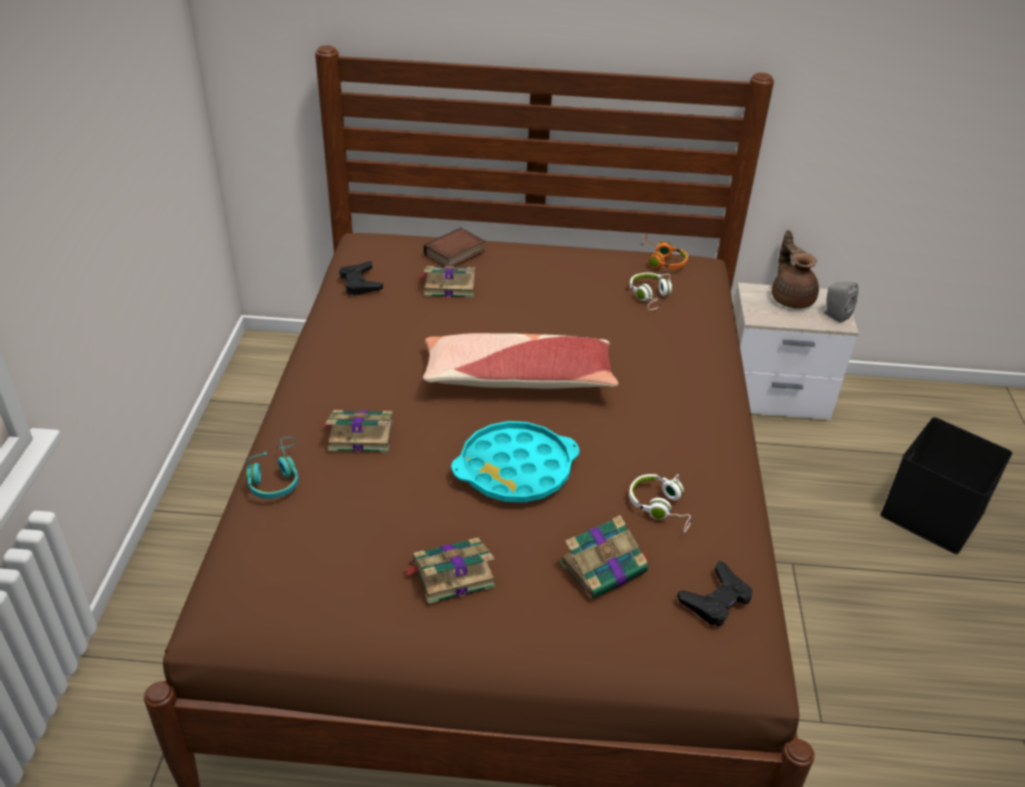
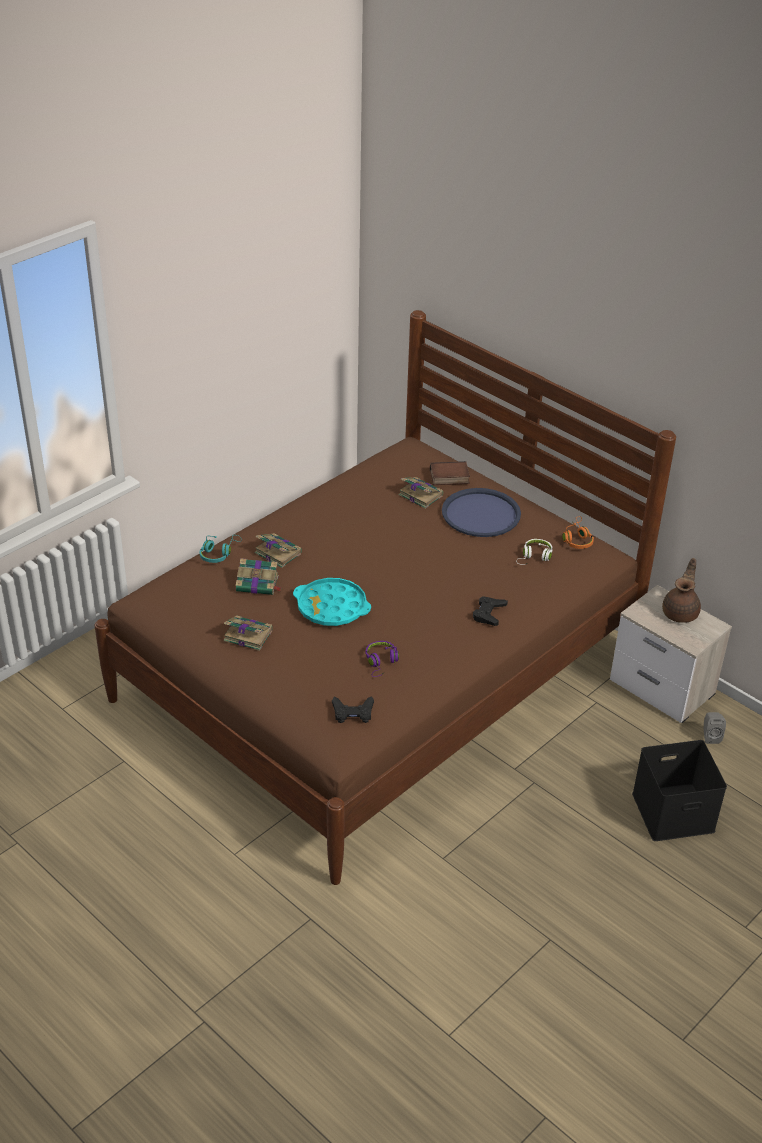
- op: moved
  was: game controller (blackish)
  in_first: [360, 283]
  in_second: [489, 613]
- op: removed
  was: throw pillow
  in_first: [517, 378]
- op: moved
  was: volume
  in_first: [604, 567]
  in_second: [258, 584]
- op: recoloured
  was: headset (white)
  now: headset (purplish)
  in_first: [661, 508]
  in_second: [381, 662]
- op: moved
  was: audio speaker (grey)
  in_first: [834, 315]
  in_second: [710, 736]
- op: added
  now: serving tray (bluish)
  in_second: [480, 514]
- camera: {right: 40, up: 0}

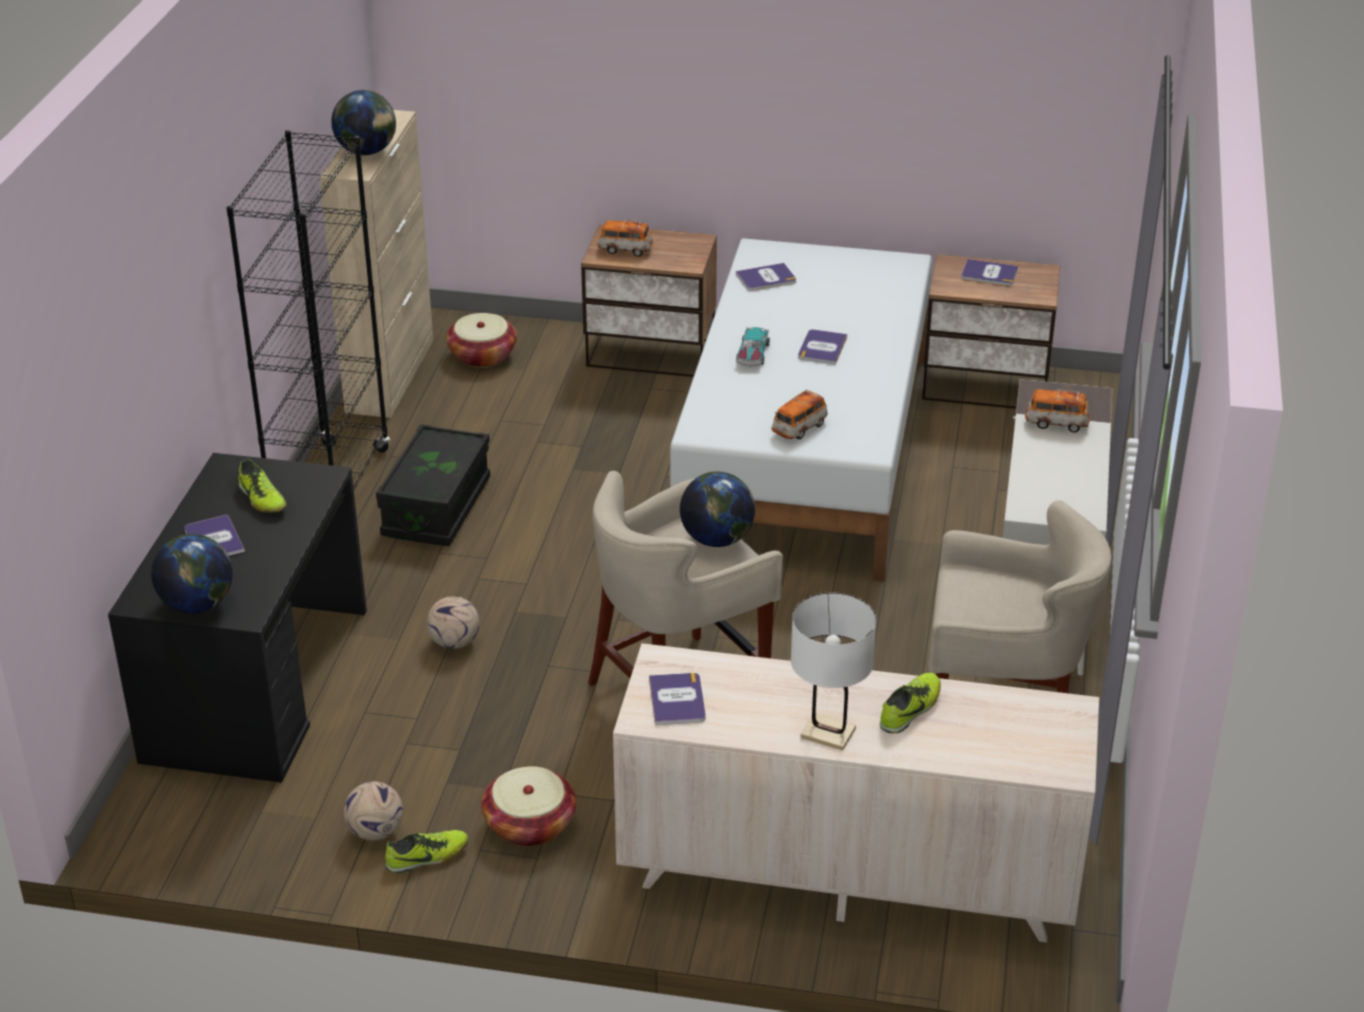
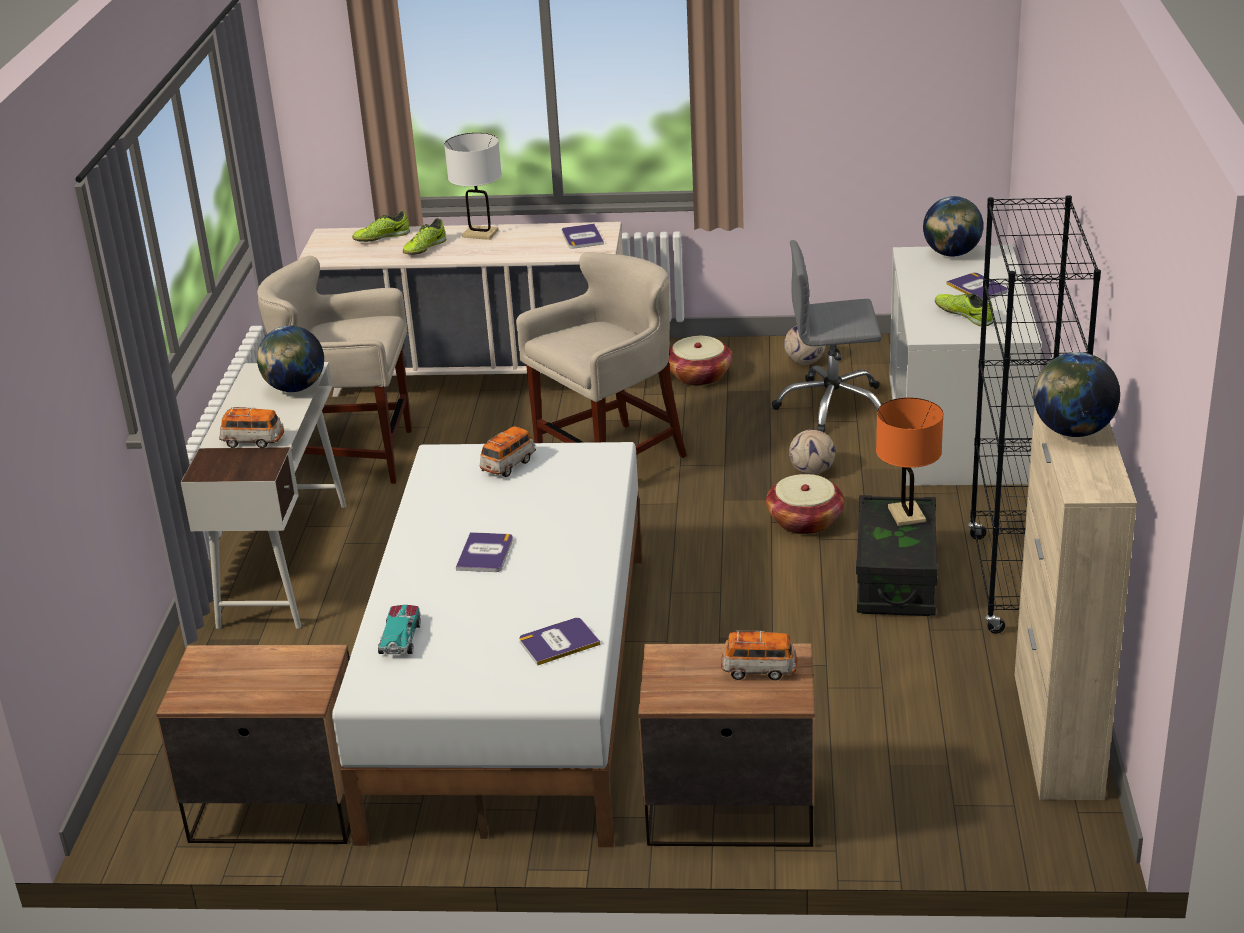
- op: recoloured
  was: desk unit (blackish)
  now: desk unit (white)
  in_first: [256, 683]
  in_second: [956, 428]
- op: moved
  was: item of footwear
  in_first: [427, 857]
  in_second: [381, 237]
- op: moved
  was: storage basket
  in_first: [482, 356]
  in_second: [805, 521]
- op: moved
  was: world globe
  in_first: [717, 540]
  in_second: [295, 388]
- op: moved
  was: toy car
  in_first: [752, 354]
  in_second: [400, 638]
- op: removed
  was: volume
  in_first: [989, 274]
- op: added
  now: office chair (grey)
  in_second: [832, 405]
- op: added
  now: lamp for a table (orange-coloured)
  in_second: [906, 515]
- camera: {right: 175, up: -5}

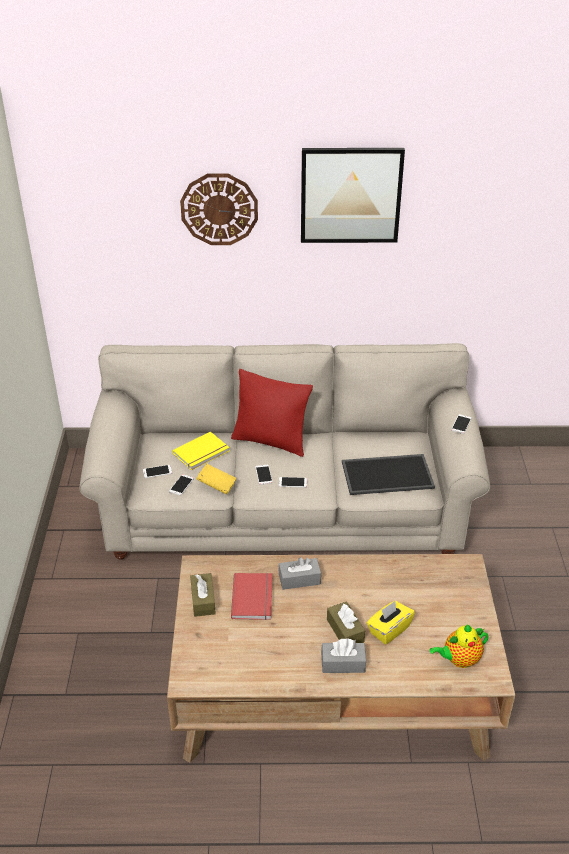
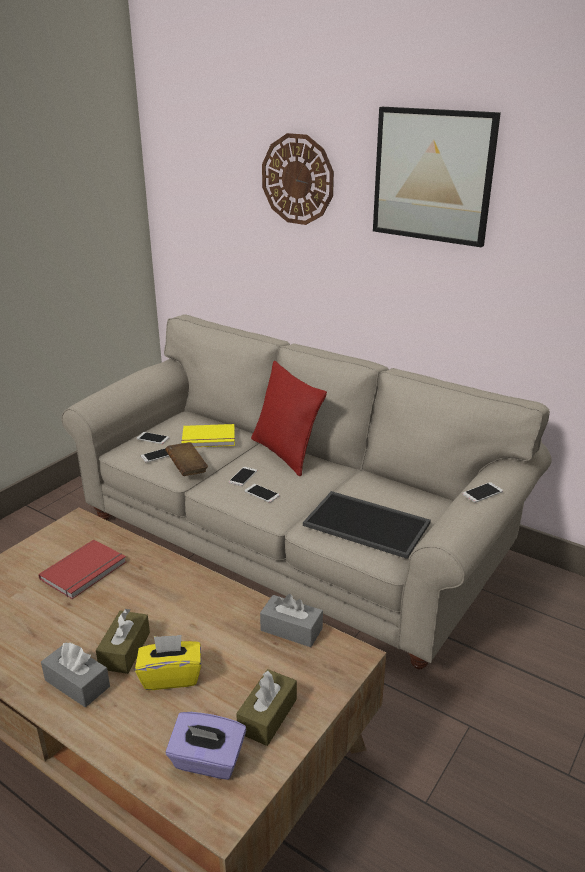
- op: moved
  was: box of tissues (brownish)
  in_first: [203, 600]
  in_second: [267, 716]
- op: recoloured
  was: volume (yellow-coloured)
  now: volume (brownish)
  in_first: [216, 486]
  in_second: [187, 468]
- op: moved
  was: box of tissues (grey)
  in_first: [299, 579]
  in_second: [291, 629]
- op: replaced
  was: pot for tea
  now: box of tissues (purplish)
  in_first: [459, 659]
  in_second: [207, 761]
- camera: {right: 35, up: -10}

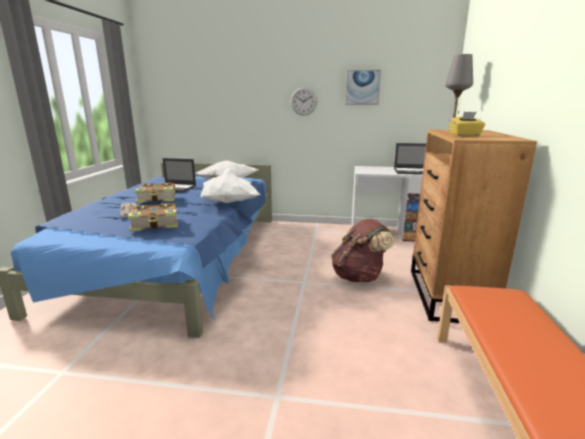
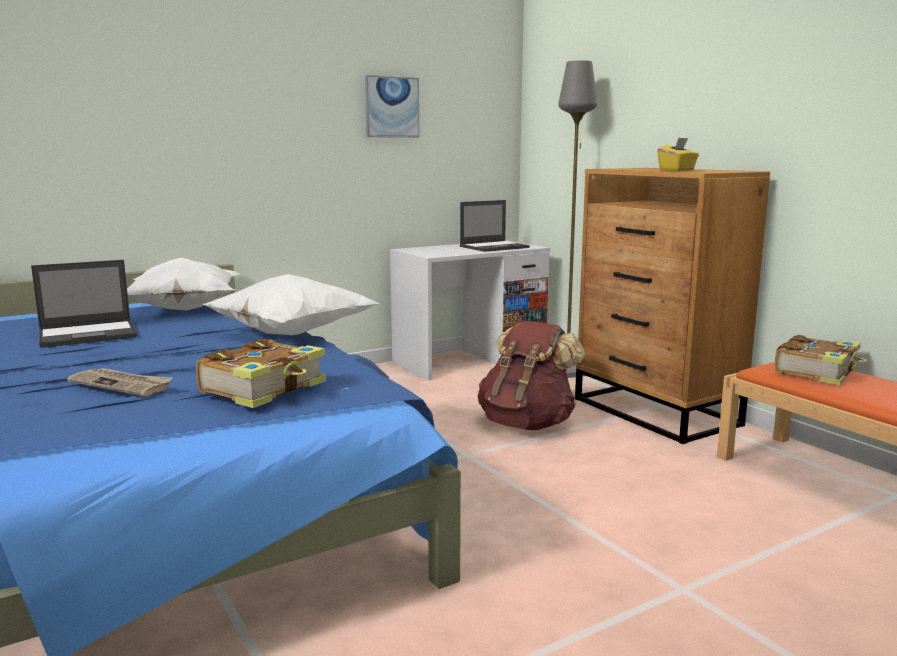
- op: moved
  was: volume
  in_first: [157, 198]
  in_second: [817, 372]
- op: removed
  was: wall clock
  in_first: [303, 101]
- camera: {right: -40, up: -5}

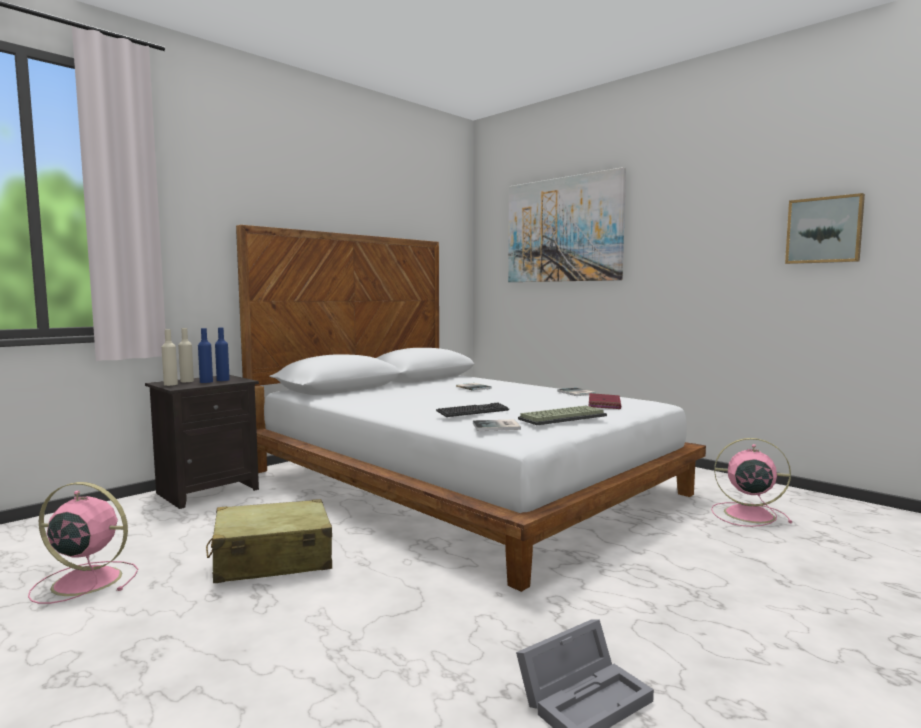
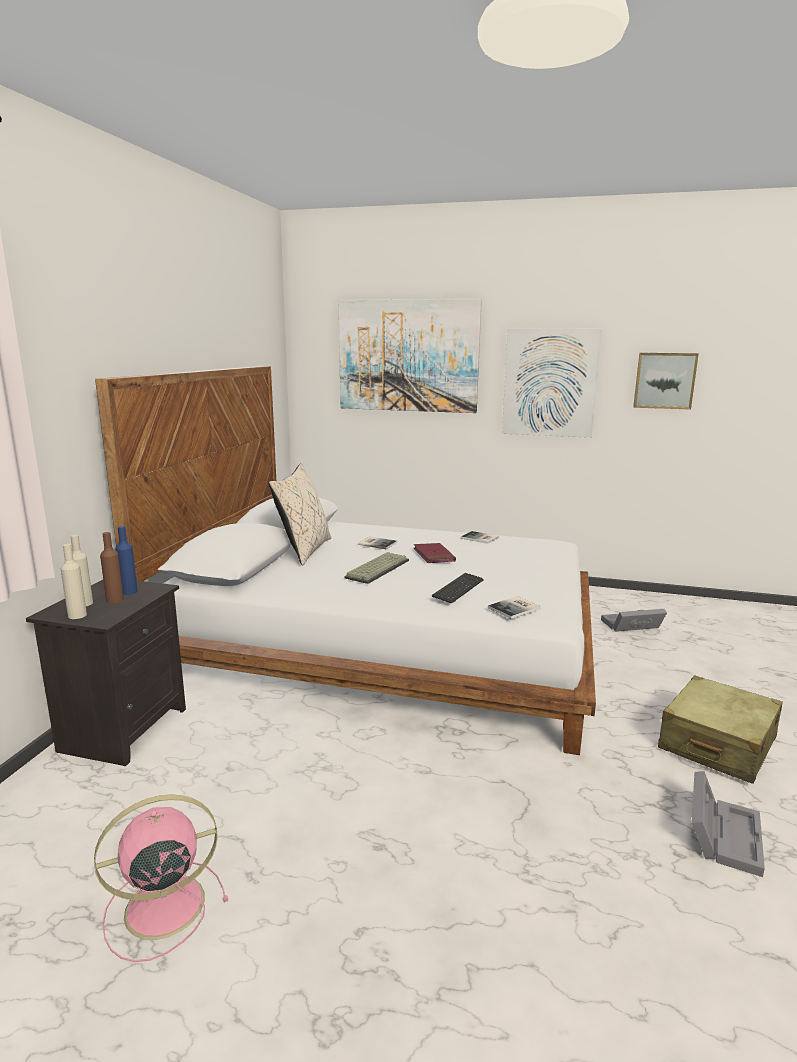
- op: recoloured
  was: bottle (bluish)
  now: bottle (brownish)
  in_first: [206, 382]
  in_second: [115, 600]
- op: moved
  was: suitcase (beige-coloured)
  in_first: [272, 559]
  in_second: [717, 744]
- op: moved
  was: computer keyboard
  in_first: [562, 417]
  in_second: [377, 568]
- op: moved
  was: volume (red)
  in_first: [604, 404]
  in_second: [434, 555]
- op: replaced
  was: fan (pink)
  now: storage container (grey)
  in_first: [746, 514]
  in_second: [630, 626]
- op: added
  now: throw pillow (beige-coloured)
  in_second: [303, 550]
- op: added
  now: wall art
  in_second: [550, 383]
- camera: {right: -30, up: 10}

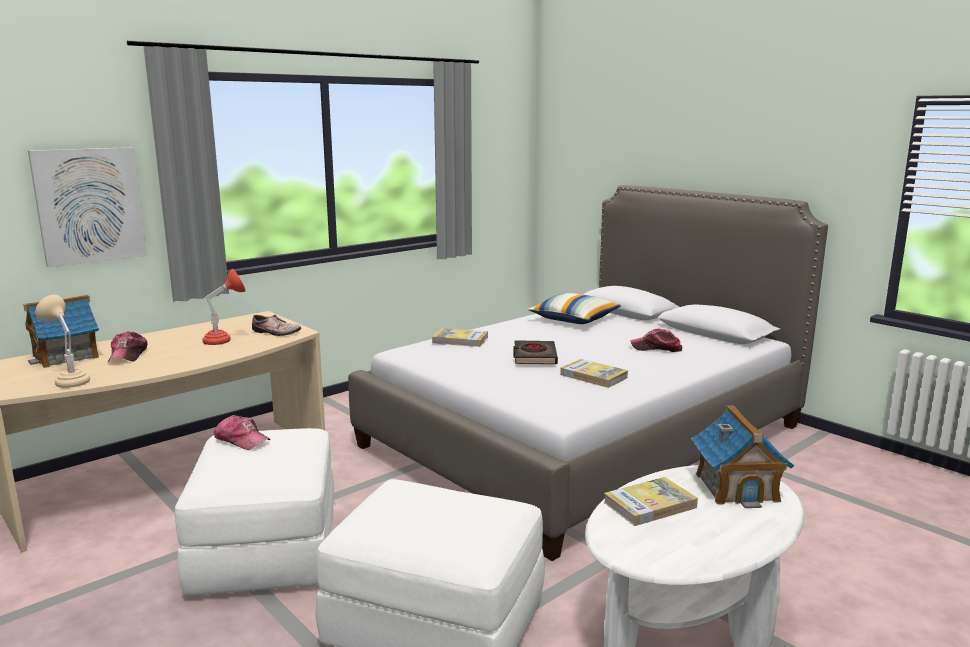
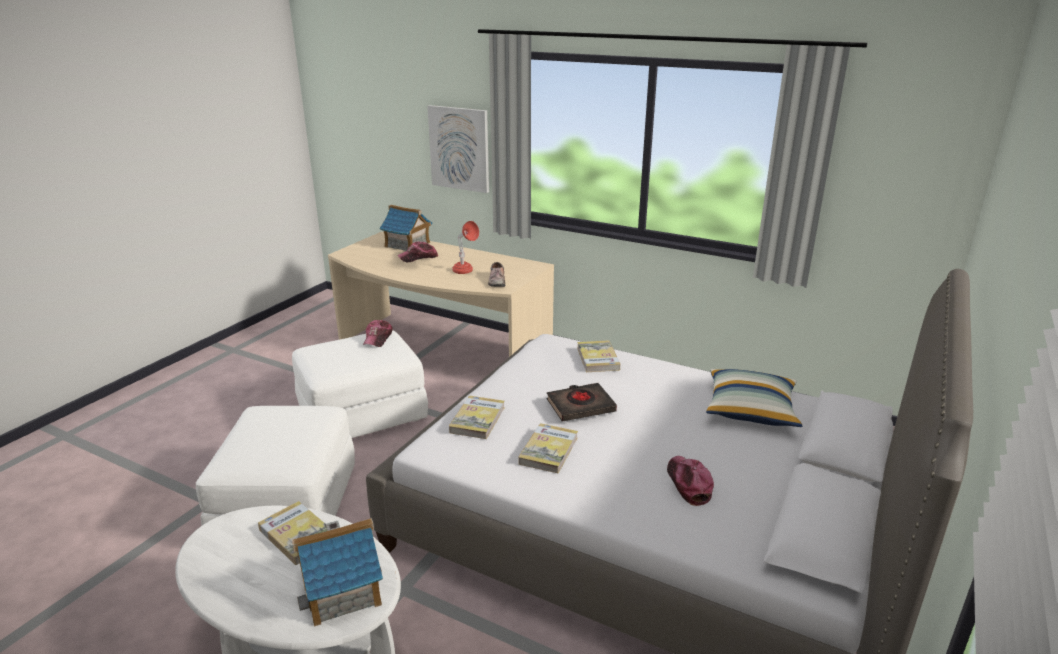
- op: removed
  was: lamp for a table (beige-coloured)
  in_first: [69, 380]
- op: added
  now: volume
  in_second: [477, 419]
- camera: {right: 70, up: 10}

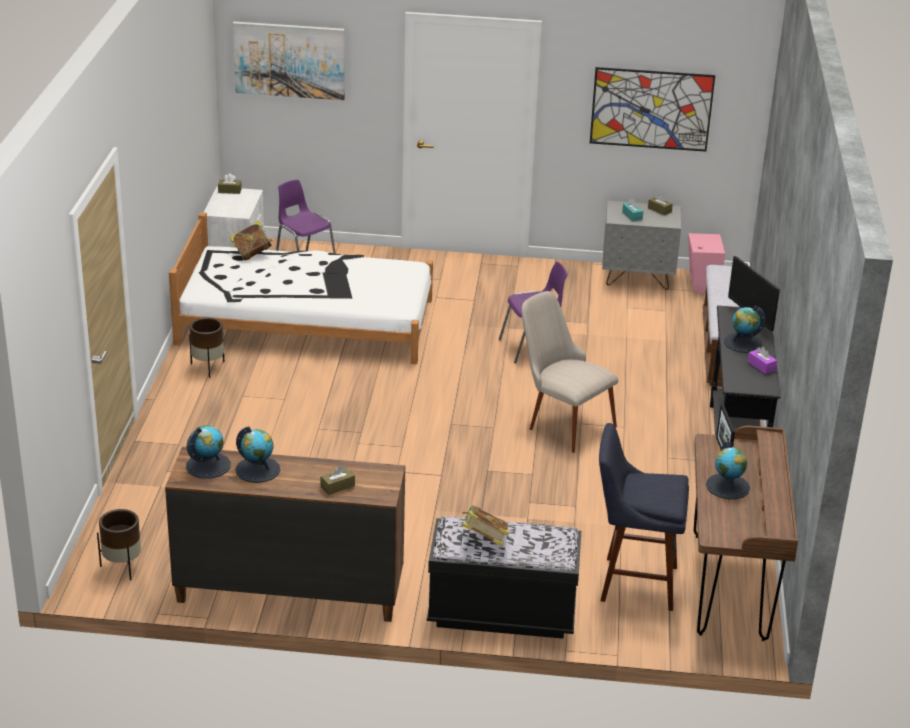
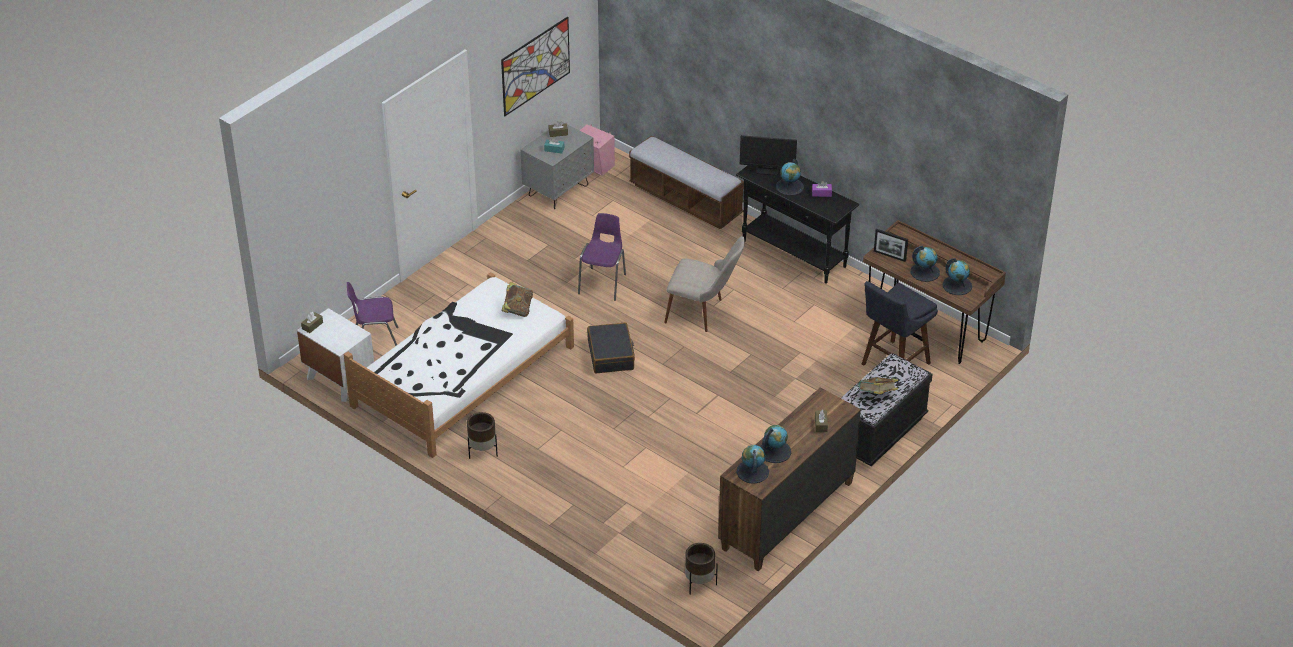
- op: moved
  was: volume
  in_first: [252, 254]
  in_second: [517, 309]
- op: removed
  was: wall art
  in_first: [289, 60]
- op: turned
  was: upright chair (beige-coloured)
  in_first: [561, 421]
  in_second: [704, 313]
  clockwise: -150
- op: added
  now: suitcase (blackish)
  in_second: [611, 355]
- op: added
  now: world globe
  in_second: [957, 285]
- camera: {right: -55, up: 10}

